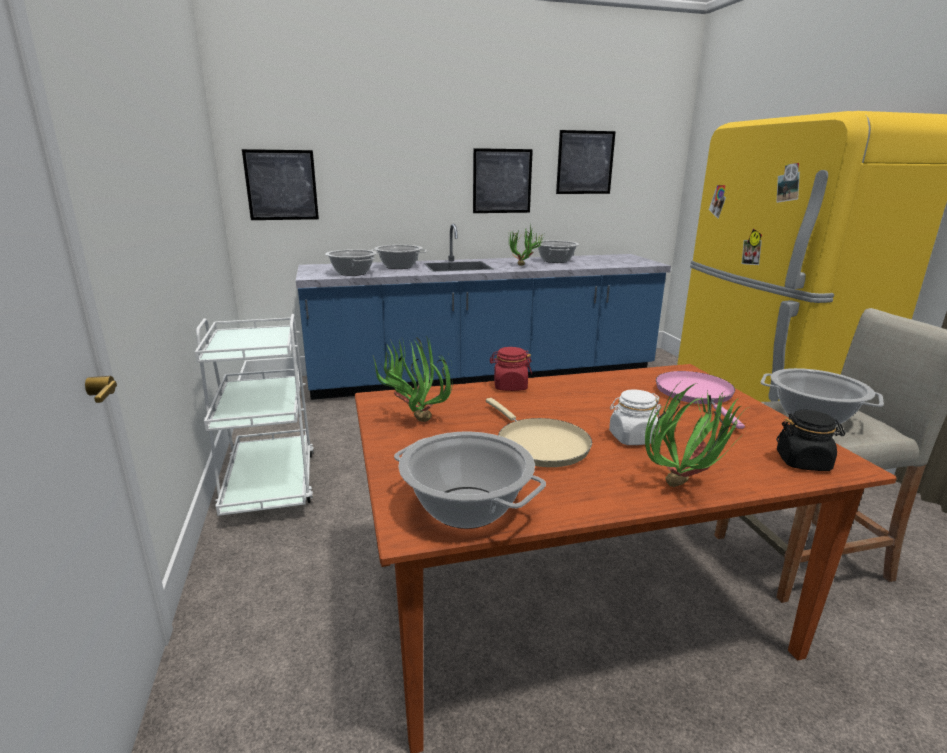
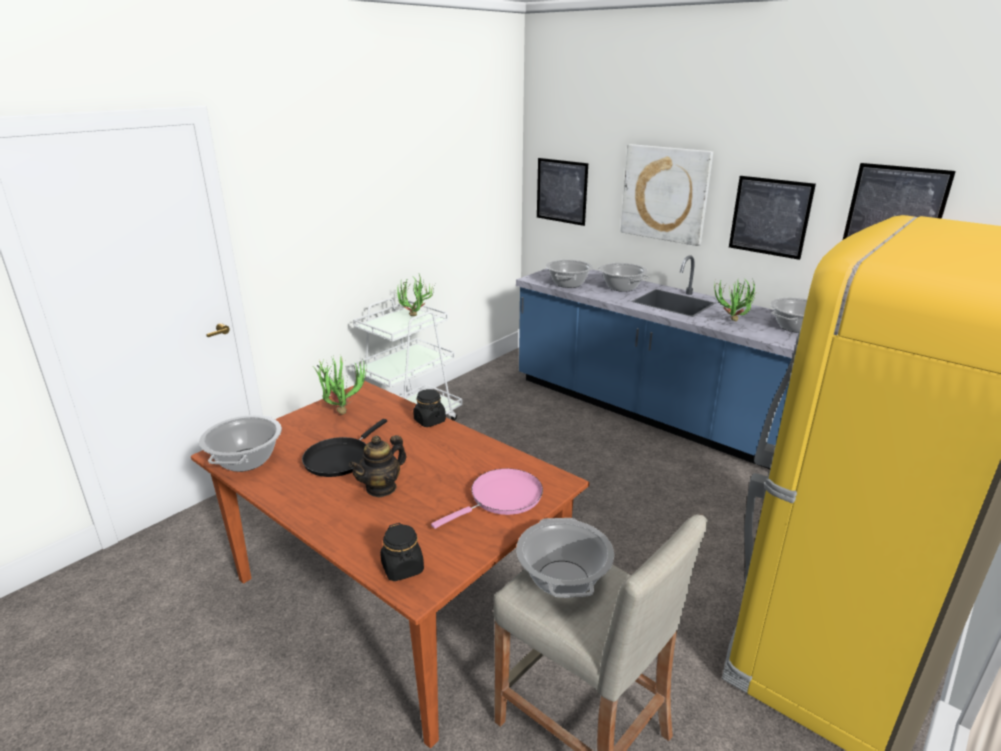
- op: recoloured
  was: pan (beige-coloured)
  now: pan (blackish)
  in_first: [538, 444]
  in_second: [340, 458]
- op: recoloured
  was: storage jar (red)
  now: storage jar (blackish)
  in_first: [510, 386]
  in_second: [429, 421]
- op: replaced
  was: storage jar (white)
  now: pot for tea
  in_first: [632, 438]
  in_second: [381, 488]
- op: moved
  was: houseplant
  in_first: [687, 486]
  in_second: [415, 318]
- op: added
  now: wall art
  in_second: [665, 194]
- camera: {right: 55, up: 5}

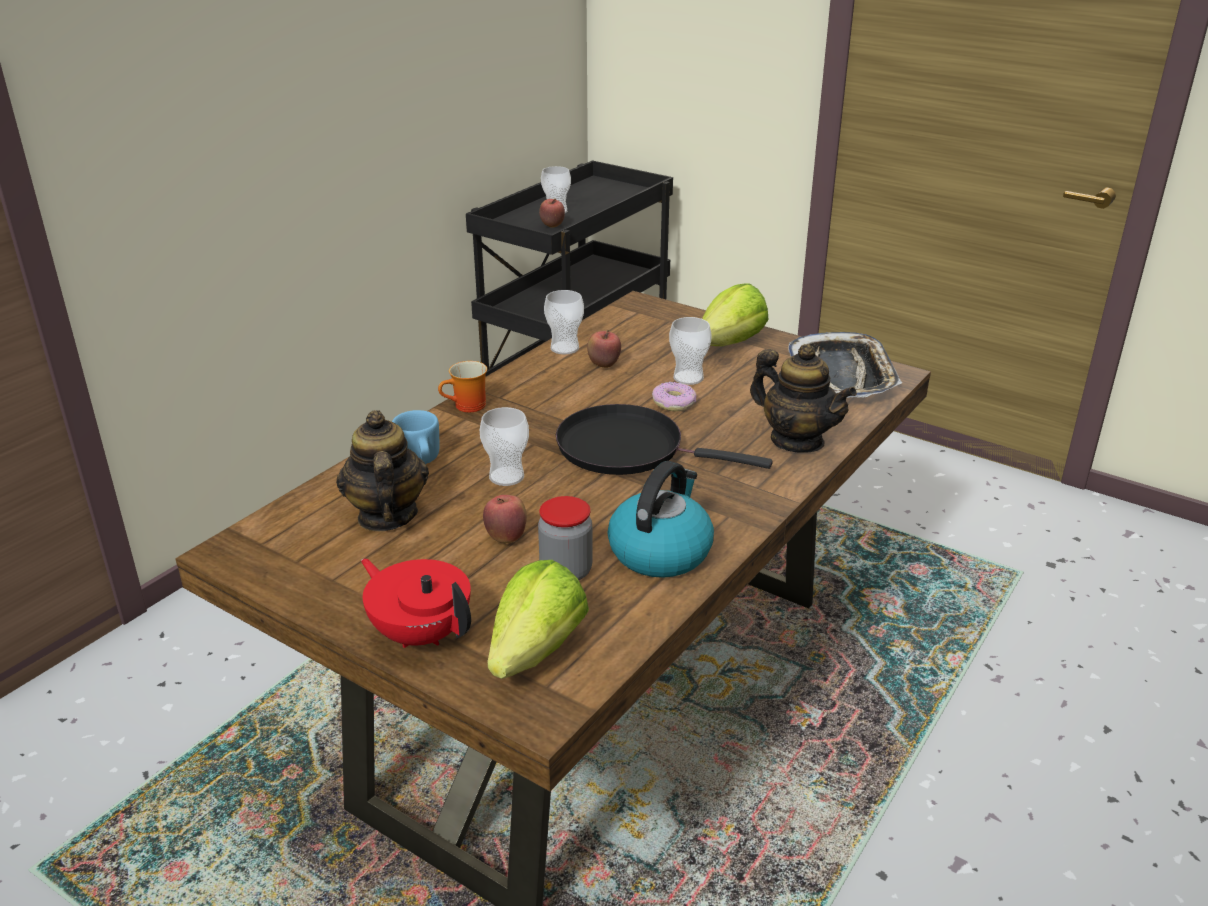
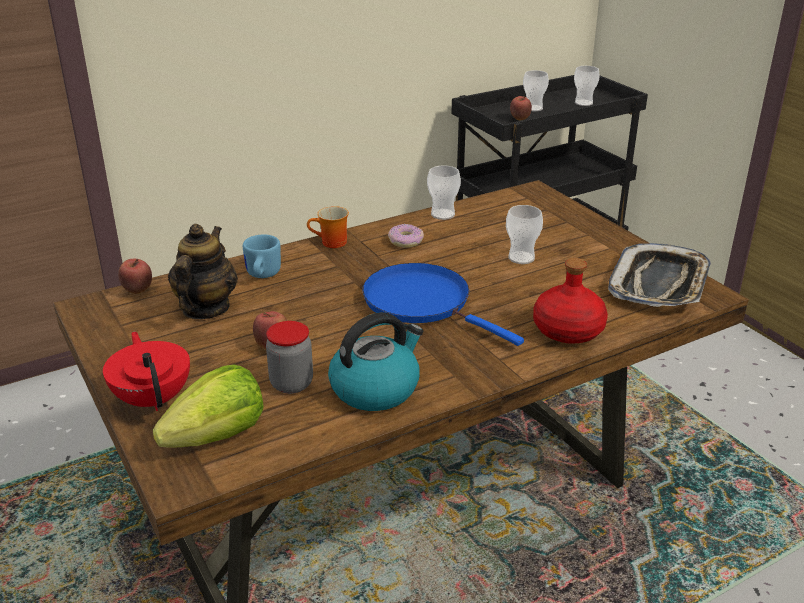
- op: moved
  was: drinking cup
  in_first: [506, 476]
  in_second: [583, 103]
- op: recoloured
  was: pan (blackish)
  now: pan (bluish)
  in_first: [628, 448]
  in_second: [422, 302]
- op: moved
  was: whole apple
  in_first: [604, 365]
  in_second: [138, 291]
- op: moved
  was: doughnut
  in_first: [674, 403]
  in_second: [406, 241]
- op: removed
  was: head of lettuce
  in_first: [731, 343]
- op: replaced
  was: pot for tea
  now: bottle (red)
  in_first: [797, 441]
  in_second: [568, 329]
- camera: {right: 25, up: 0}

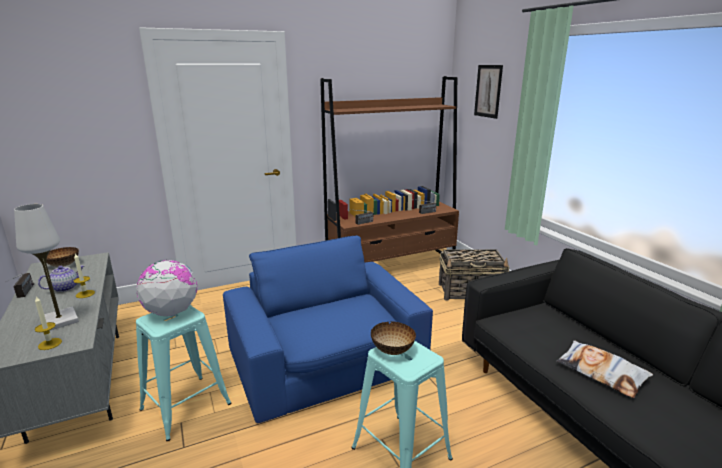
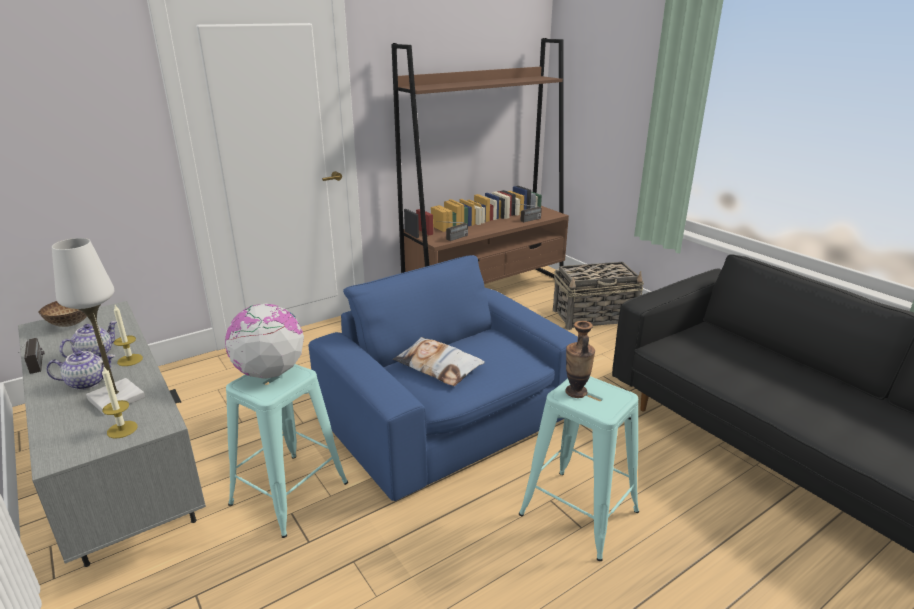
- op: replaced
  was: deep dish
  now: flower vase
  in_first: [393, 350]
  in_second: [576, 392]
- op: removed
  was: wall art
  in_first: [488, 91]
- op: moved
  was: throw pillow
  in_first: [601, 372]
  in_second: [438, 366]
- op: added
  now: pot for tea
  in_second: [88, 382]
- camera: {right: -10, up: 5}

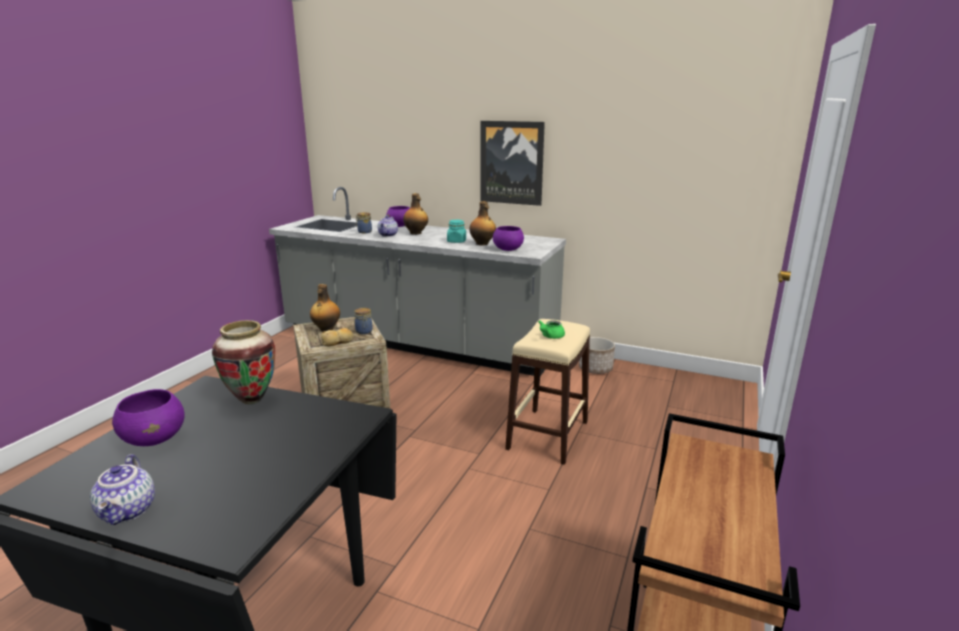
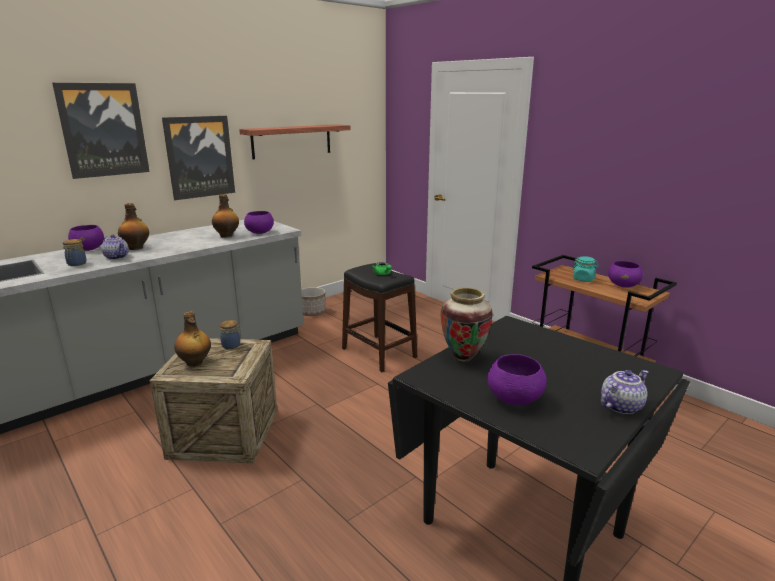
- op: turned
  was: pot for tea
  in_first: [129, 511]
  in_second: [620, 406]
  clockwise: -45
- op: removed
  was: bakery bread
  in_first: [338, 342]
- op: moved
  was: storage jar (turquoise)
  in_first: [456, 241]
  in_second: [583, 279]
- op: recoloured
  was: stool (beige-coloured)
  now: stool (blackish)
  in_first: [548, 435]
  in_second: [379, 352]
- op: added
  now: wall art
  in_second: [103, 130]
- op: added
  now: bracket shelf
  in_second: [292, 141]
- op: added
  now: deep dish (purplish)
  in_second: [623, 285]
- camera: {right: -65, up: 0}

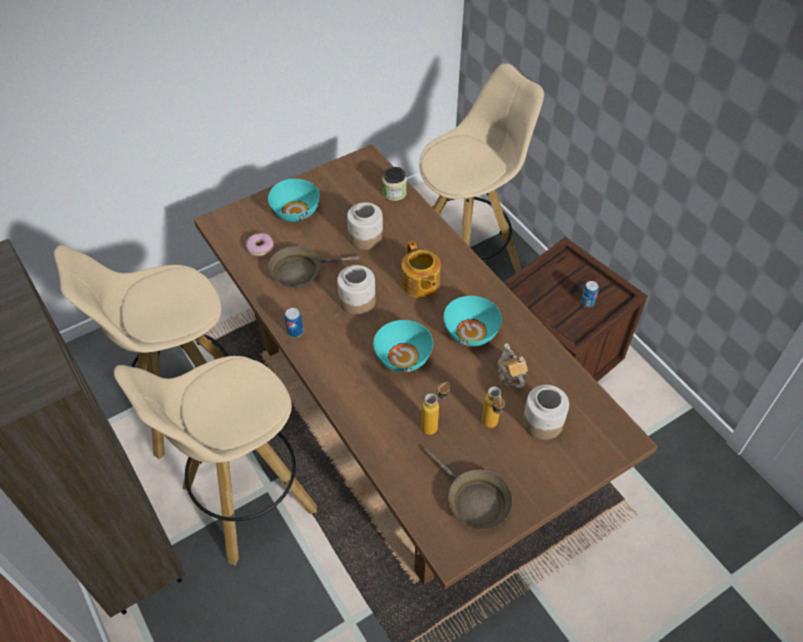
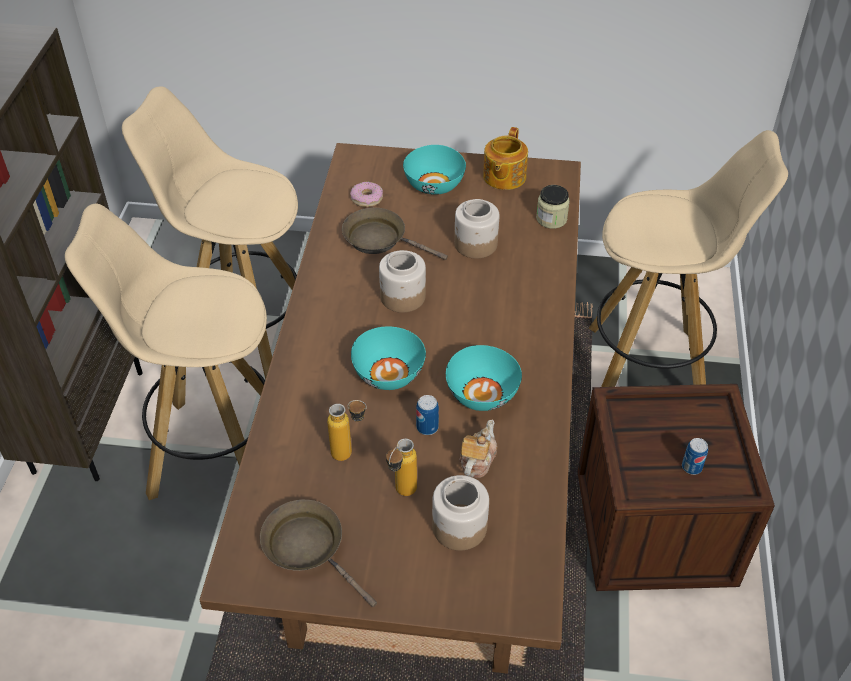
- op: moved
  was: can
  in_first: [295, 331]
  in_second: [427, 427]
- op: moved
  was: pot for tea
  in_first: [420, 284]
  in_second: [503, 177]
- op: turned
  was: pan (brownish)
  in_first: [474, 500]
  in_second: [308, 548]
  clockwise: 135
- camera: {right: 40, up: -5}

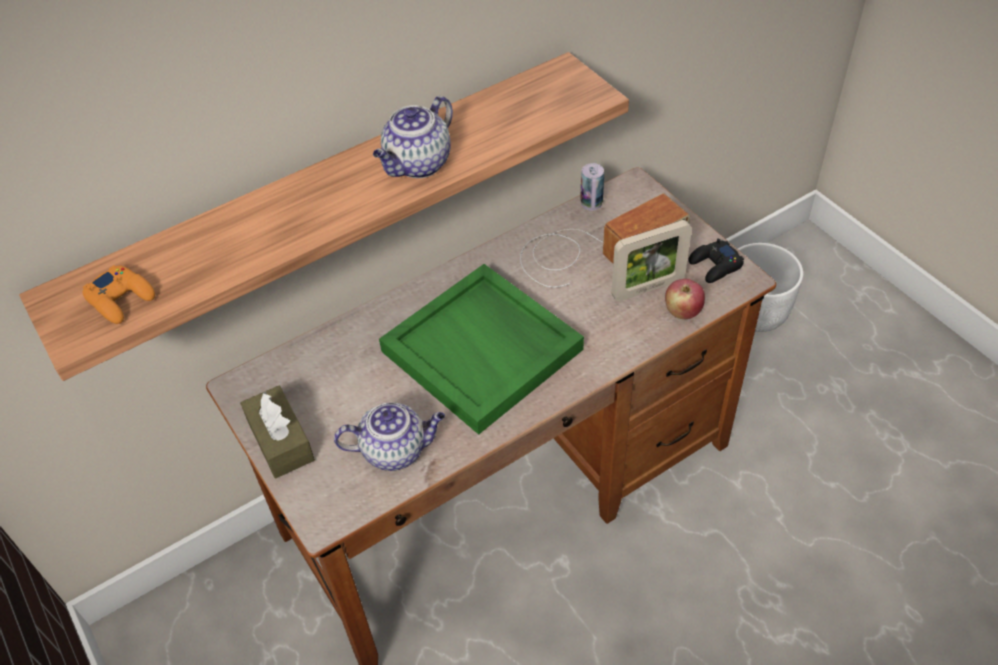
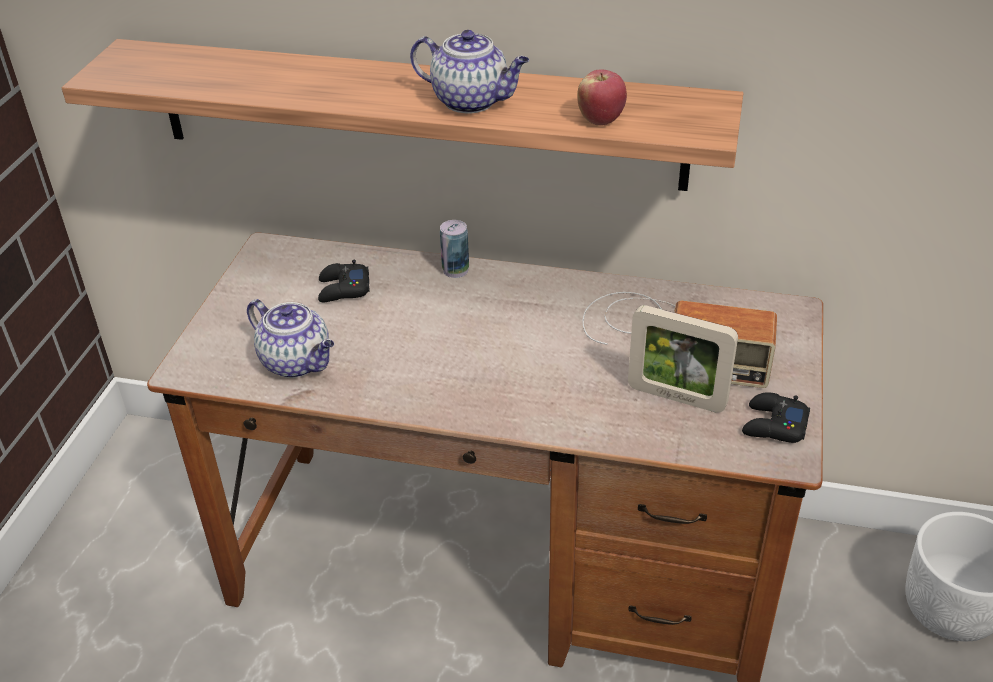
- op: removed
  was: game controller (orange-coloured)
  in_first: [121, 299]
- op: removed
  was: box of tissues (brownish)
  in_first: [281, 441]
- op: turned
  was: pot for tea
  in_first: [418, 165]
  in_second: [472, 101]
  clockwise: -150
- op: removed
  was: serving tray (green-coloured)
  in_first: [484, 350]
- op: moved
  was: can
  in_first: [591, 203]
  in_second: [455, 270]
- op: moved
  was: whole apple
  in_first: [682, 312]
  in_second: [600, 120]
- op: added
  now: game controller (blackish)
  in_second: [343, 289]
- camera: {right: 45, up: -10}

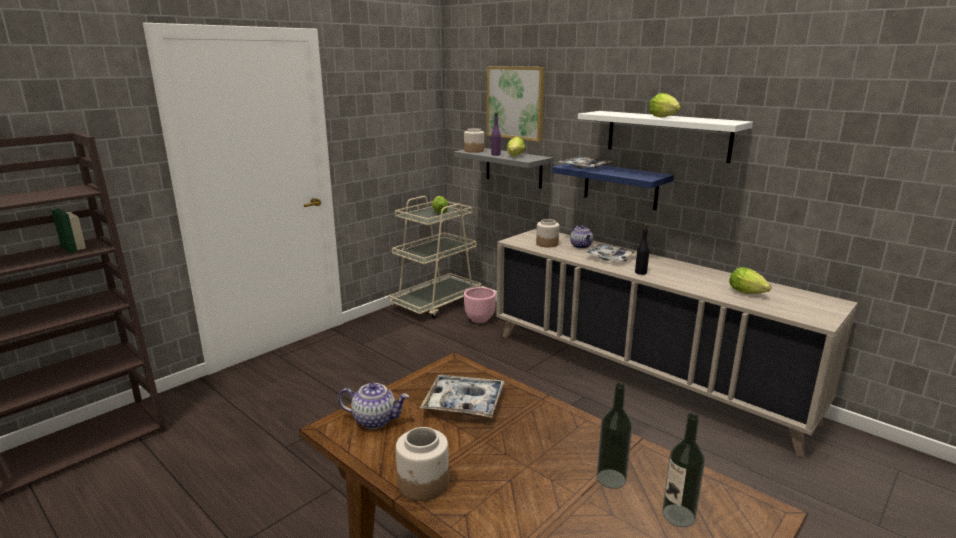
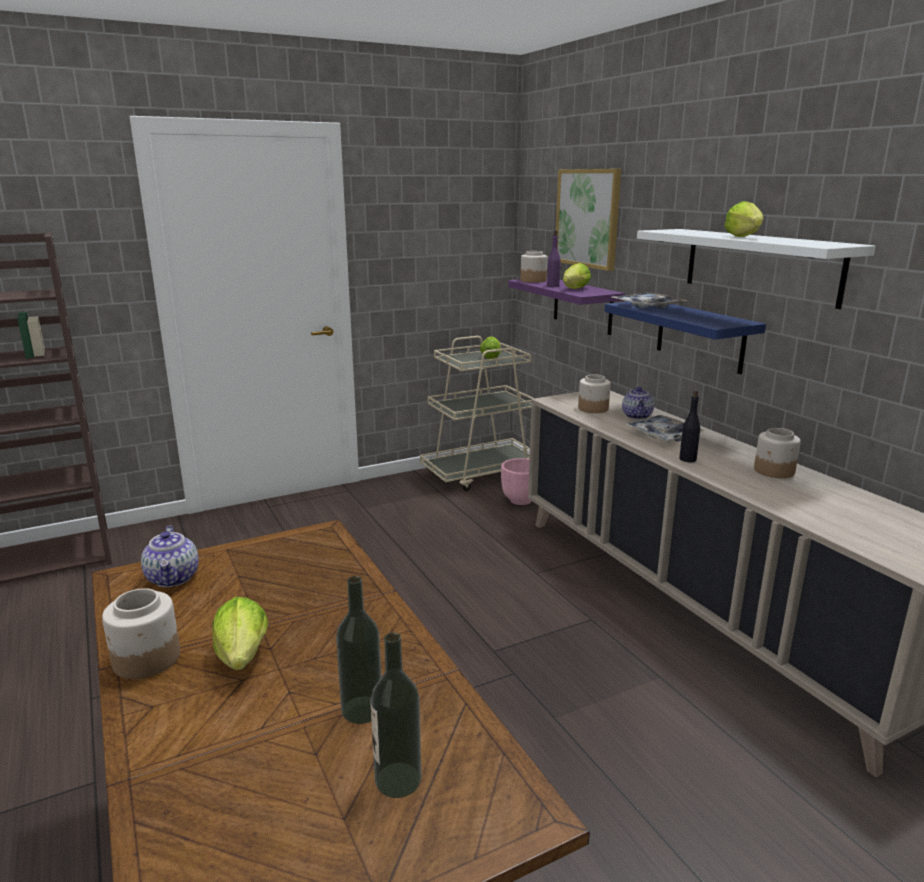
- op: turned
  was: pot for tea
  in_first: [375, 420]
  in_second: [173, 578]
  clockwise: 45
- op: removed
  was: serving tray
  in_first: [464, 403]
- op: recoloured
  was: bracket shelf (grey)
  now: bracket shelf (purplish)
  in_first: [513, 167]
  in_second: [582, 305]
- op: moved
  was: head of lettuce
  in_first: [749, 293]
  in_second: [242, 659]
- op: added
  now: storage jar
  in_second: [774, 471]
- camera: {right: 20, up: 0}

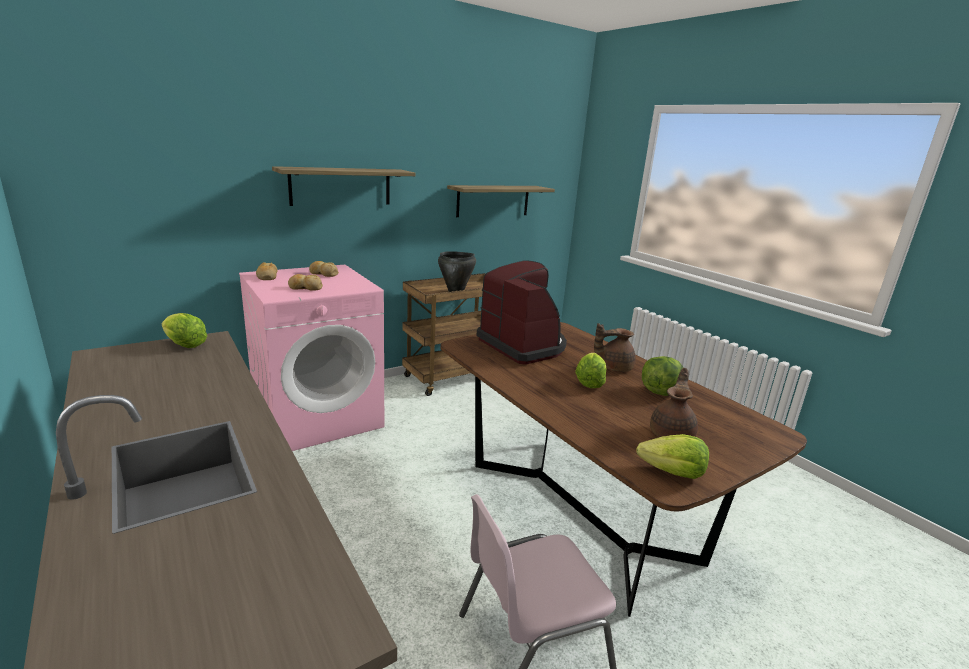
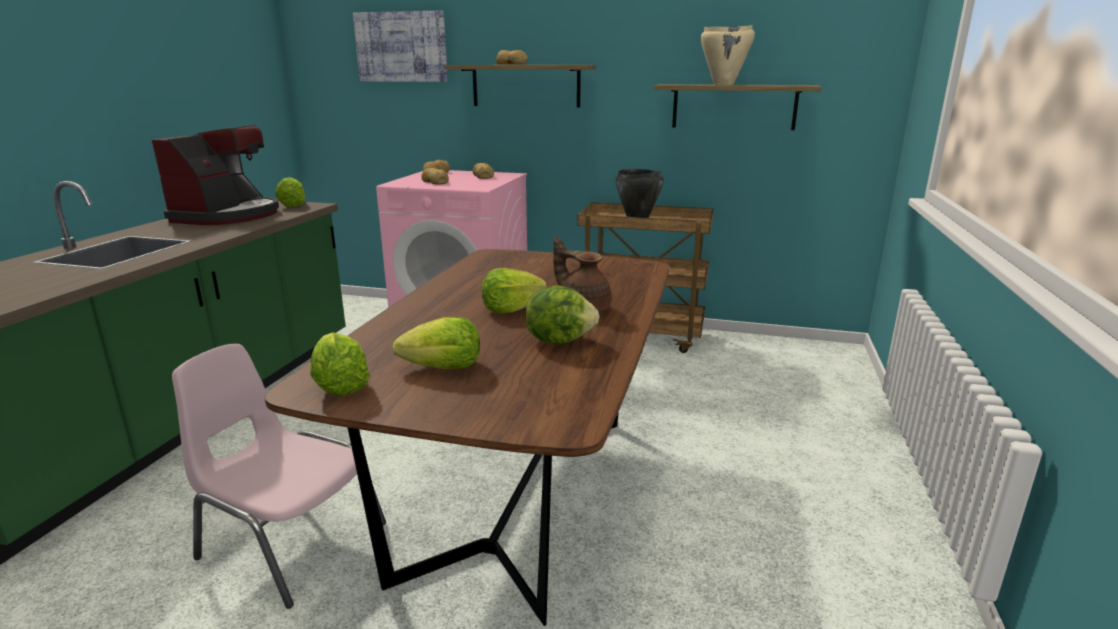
- op: moved
  was: coffee machine
  in_first: [523, 345]
  in_second: [228, 216]
- op: replaced
  was: pot for tea (brownish)
  now: head of lettuce
  in_first: [672, 434]
  in_second: [443, 368]
- op: added
  now: wall art
  in_second: [401, 47]
- op: added
  now: bakery bread
  in_second: [512, 64]
- op: added
  now: stockpot (beige-coloured)
  in_second: [724, 84]
- camera: {right: 50, up: 0}

